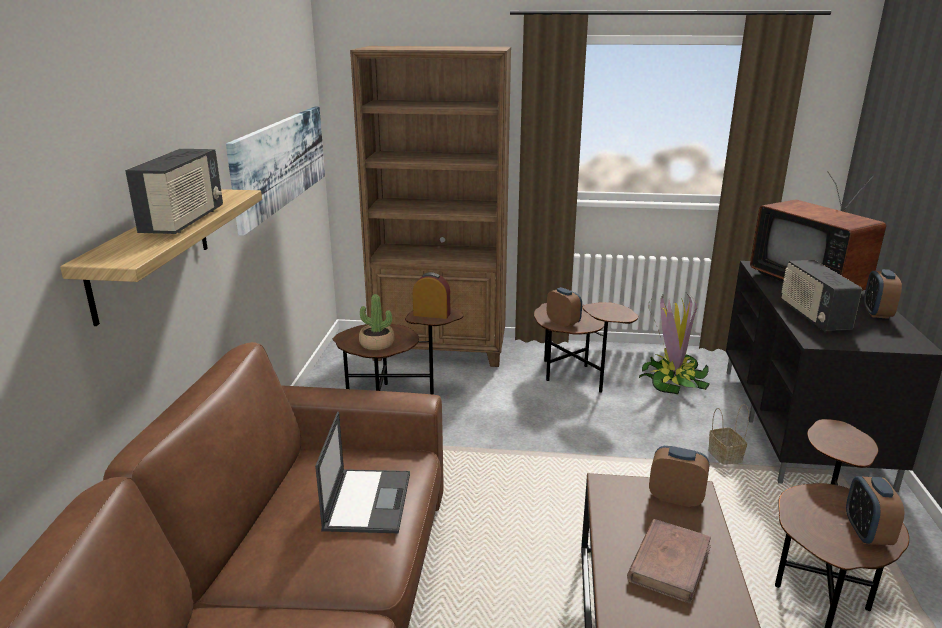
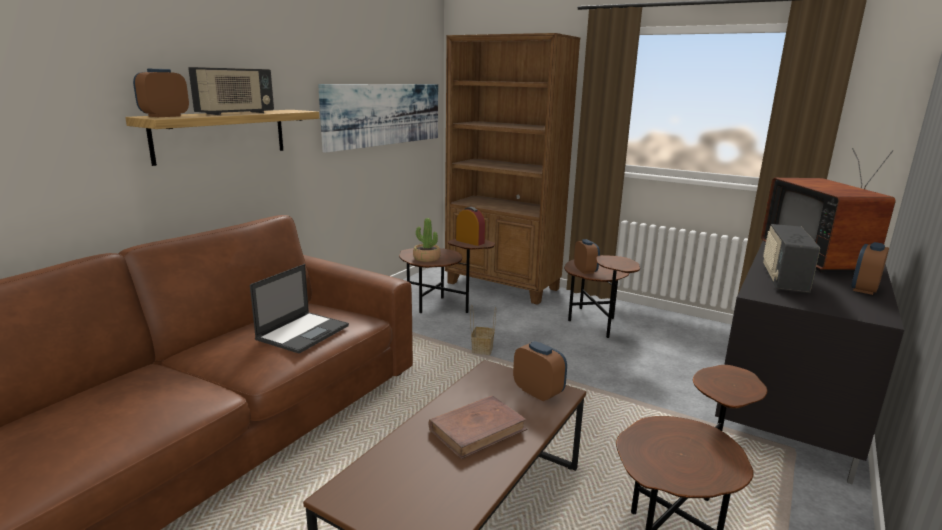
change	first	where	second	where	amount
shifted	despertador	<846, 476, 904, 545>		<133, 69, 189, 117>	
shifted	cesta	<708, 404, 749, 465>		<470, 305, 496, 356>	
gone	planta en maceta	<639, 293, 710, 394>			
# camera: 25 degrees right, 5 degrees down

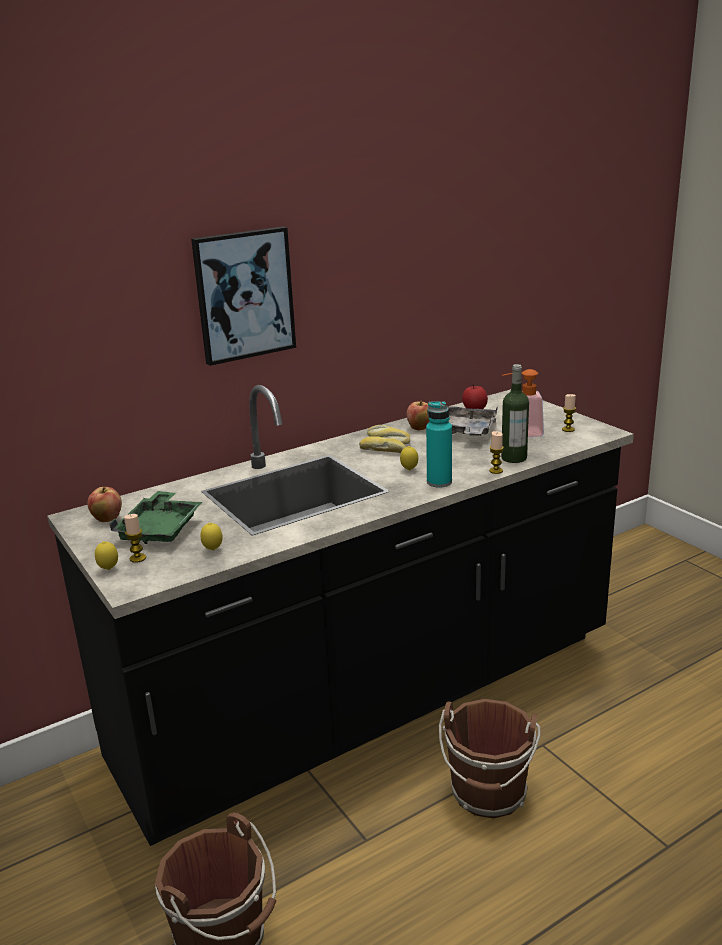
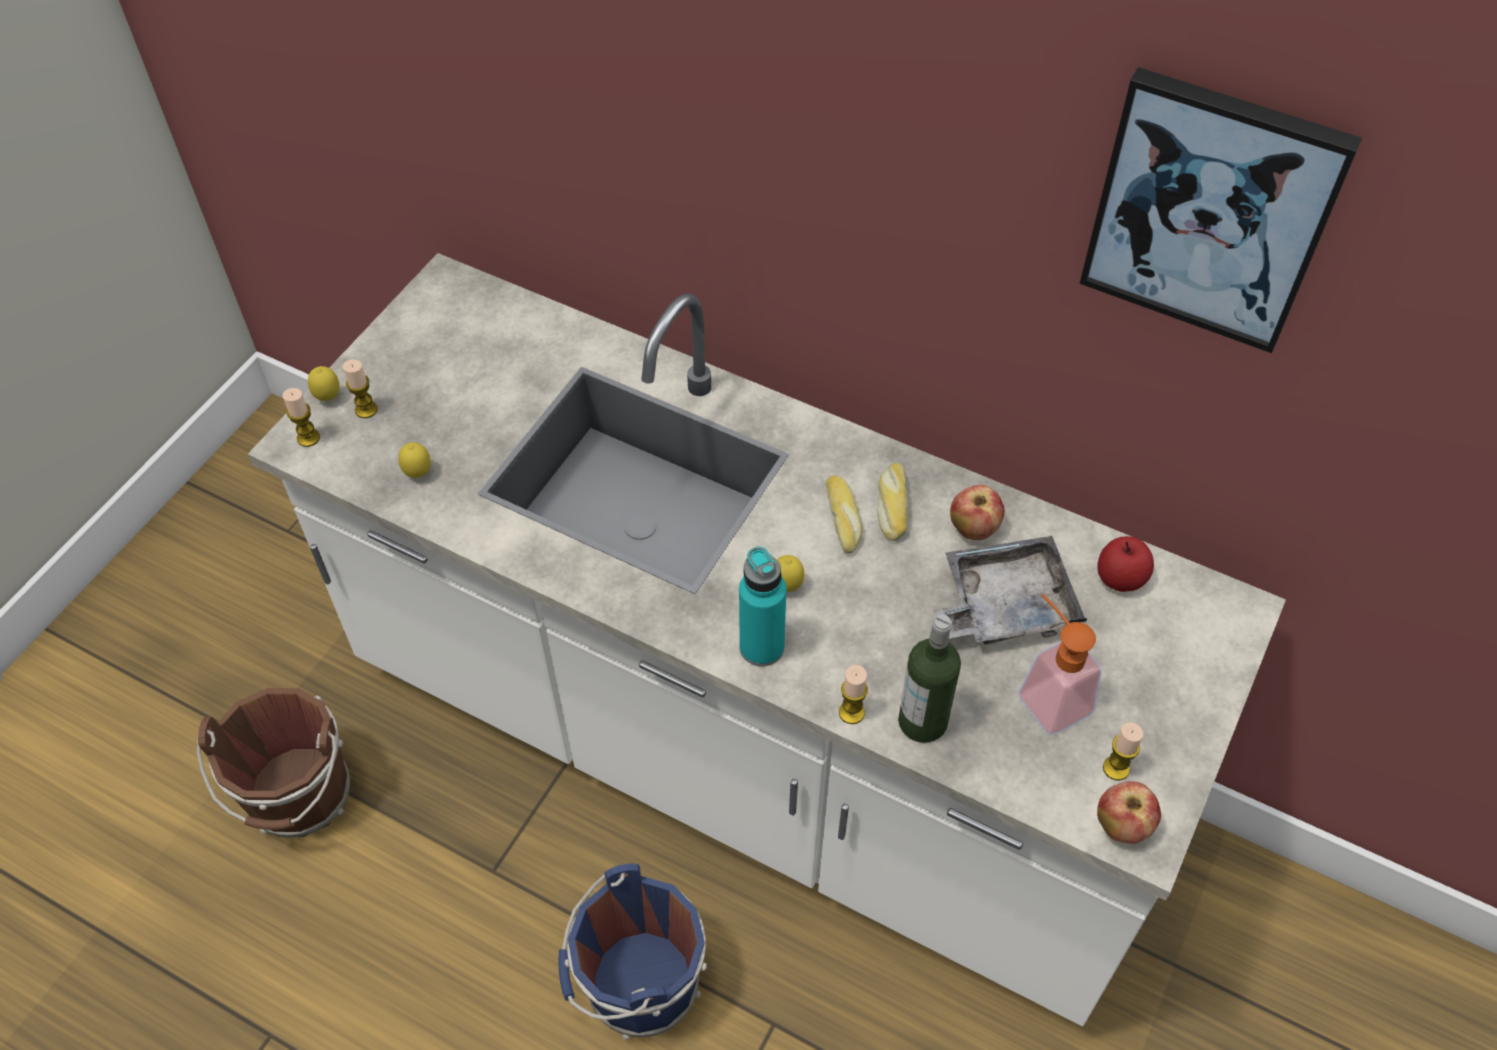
change	first	where	second	where	amount
repainted	mueble bajo de cocina [negro]	<47, 385, 634, 846>	mueble bajo de cocina [blanco]	<248, 253, 1286, 1026>	
new			vela	<282, 388, 320, 447>	
repainted	cubo [marrón]	<439, 699, 540, 819>	cubo [azul]	<558, 863, 707, 1040>	
shifted	cuadro	<191, 226, 296, 366>		<1079, 67, 1362, 353>	
shifted	manzana	<87, 487, 122, 522>		<1097, 781, 1161, 844>	
gone	bandeja [verde]	<109, 491, 202, 544>			
# camera: 60 degrees right, 30 degrees up

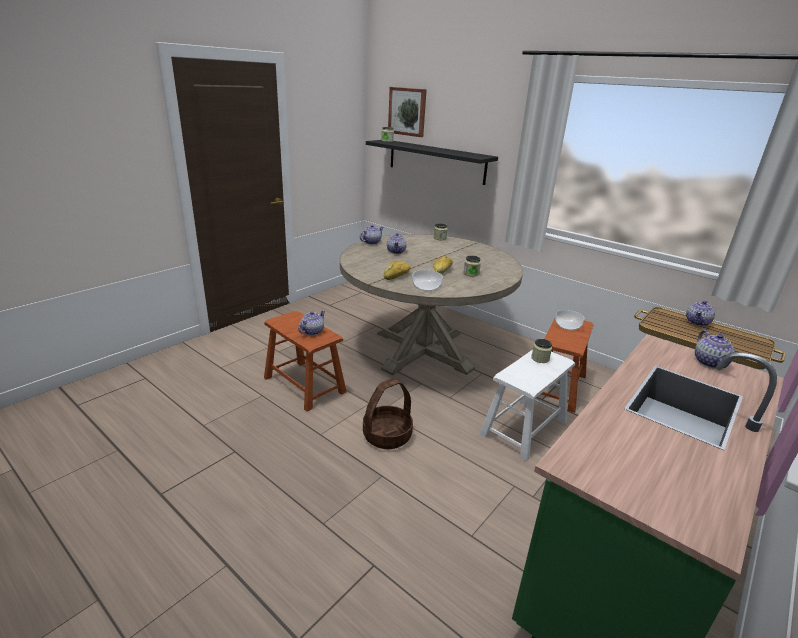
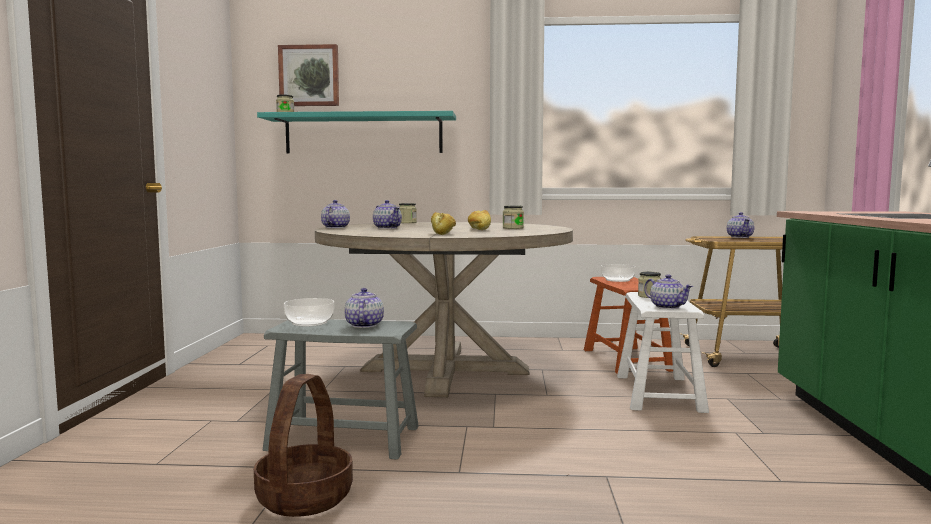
change	first	where	second	where	amount
shifted	cesta	<363, 378, 413, 449>		<254, 374, 353, 517>	
repainted	estante [negro]	<366, 140, 498, 185>	estante [turquesa]	<257, 111, 456, 153>	
repainted	taburete [marrón]	<264, 311, 347, 412>	taburete [gris]	<263, 319, 419, 460>	
shifted	cuenco	<412, 270, 443, 291>		<284, 298, 334, 326>	
shifted	tetera	<695, 330, 735, 369>		<644, 274, 693, 309>	
# camera: 35 degrees left, 20 degrees down

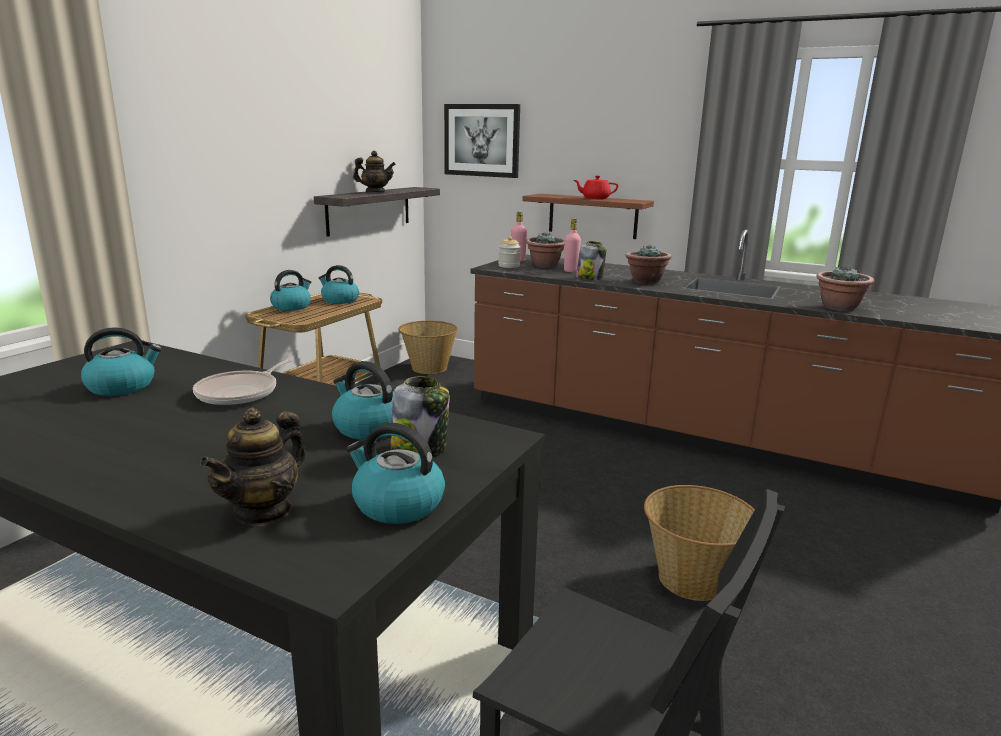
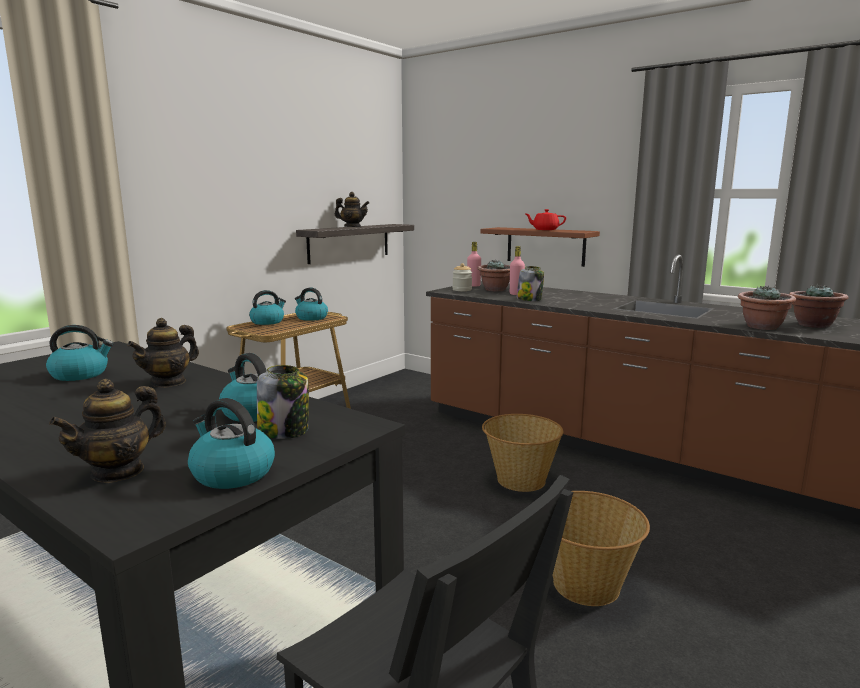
change	first	where	second	where	amount
swapped	sartén	<193, 359, 293, 406>	tetera	<127, 318, 199, 388>	
shifted	cesta	<398, 321, 458, 374>		<482, 414, 563, 492>	
shifted	planta en maceta	<626, 244, 672, 284>		<789, 284, 848, 328>	
gone	cuadro	<444, 104, 520, 178>			
# camera: 10 degrees right, 5 degrees down

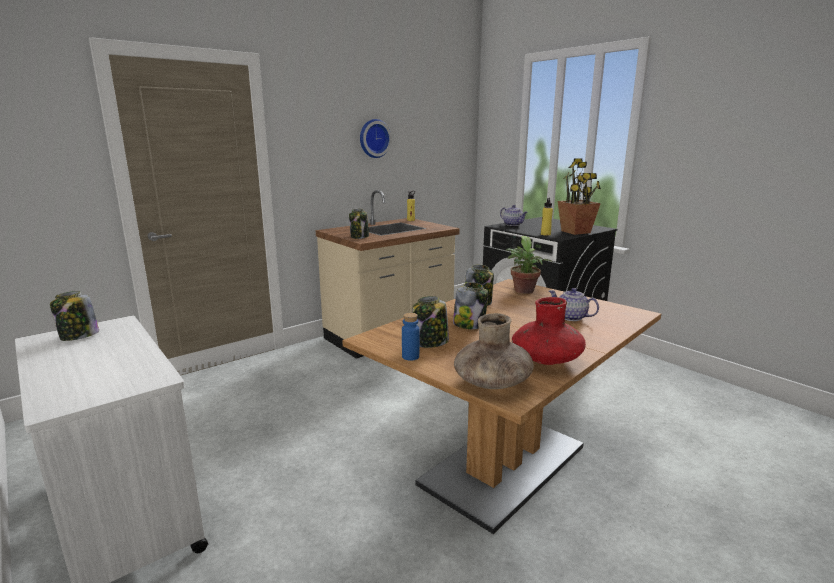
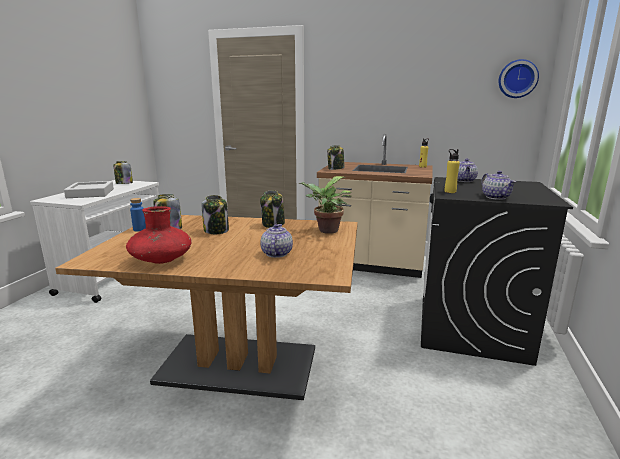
change	first	where	second	where	amount
new			bandeja [gris]	<64, 181, 114, 198>	
swapped	planta en maceta	<558, 158, 601, 235>	tetera	<481, 171, 516, 200>	
shifted	reloj de pared	<360, 119, 392, 158>		<499, 59, 539, 98>	
gone	florero [marrón]	<454, 313, 534, 389>			
# camera: 55 degrees right, 0 degrees up

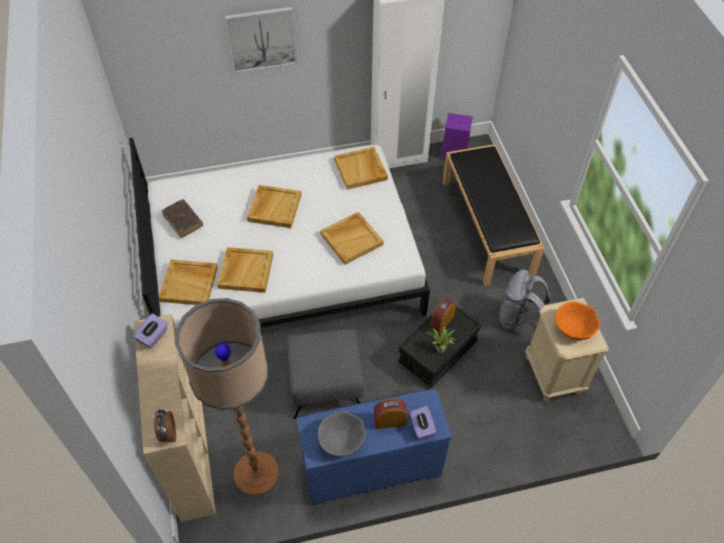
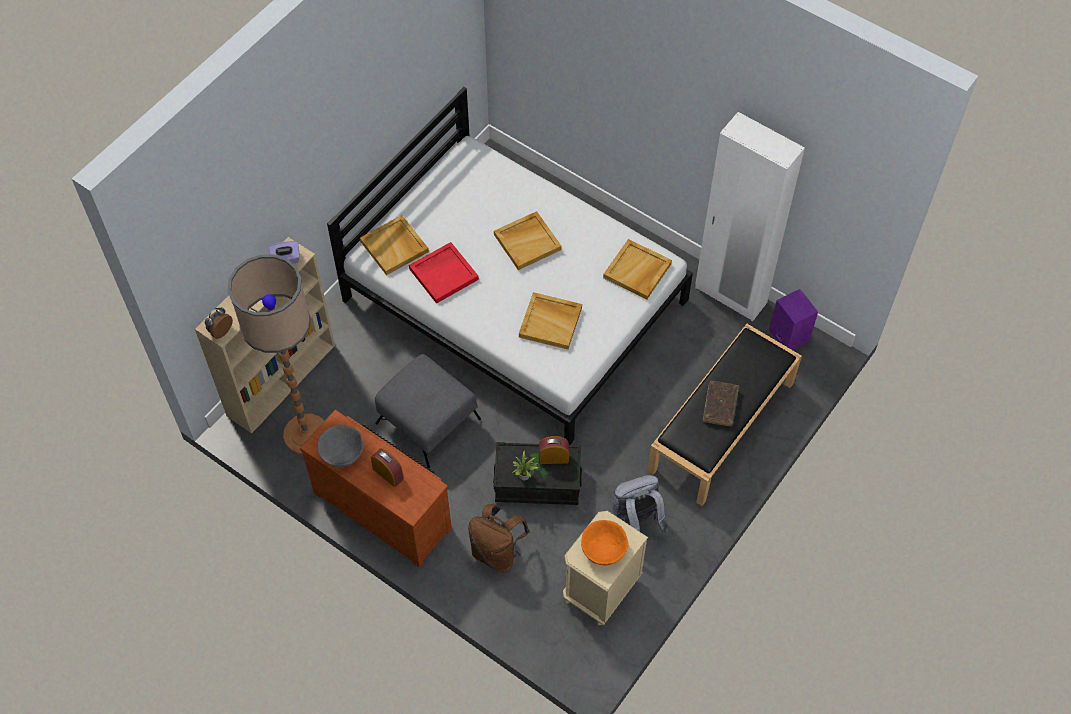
change	first	where	second	where	amount
repainted	cómoda [azul]	<296, 389, 452, 506>	cómoda [marrón]	<300, 410, 452, 567>	
repainted	bandeja [beis]	<217, 247, 273, 293>	bandeja [rojo]	<409, 242, 479, 304>	
new			mochila [marrón]	<468, 504, 530, 573>	
shifted	libro [marrón]	<162, 199, 203, 238>		<703, 381, 739, 426>	
gone	cuadro	<225, 7, 297, 73>			
gone	caja de pañuelos [morado]	<410, 406, 436, 440>			
# camera: 50 degrees right, 5 degrees up

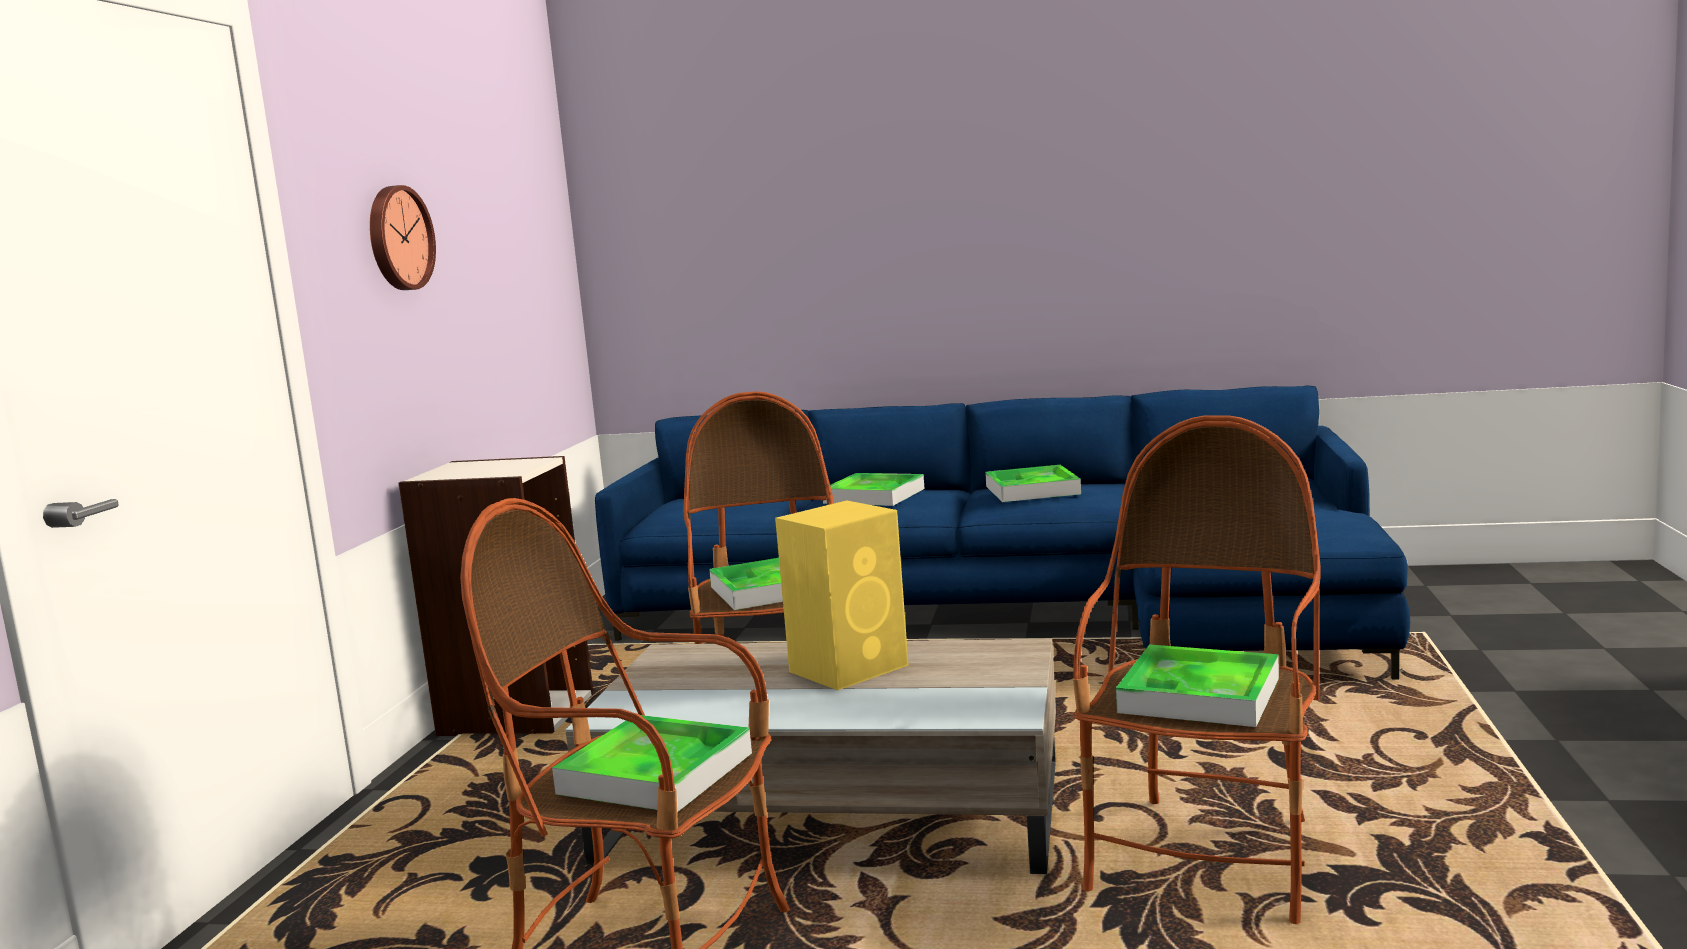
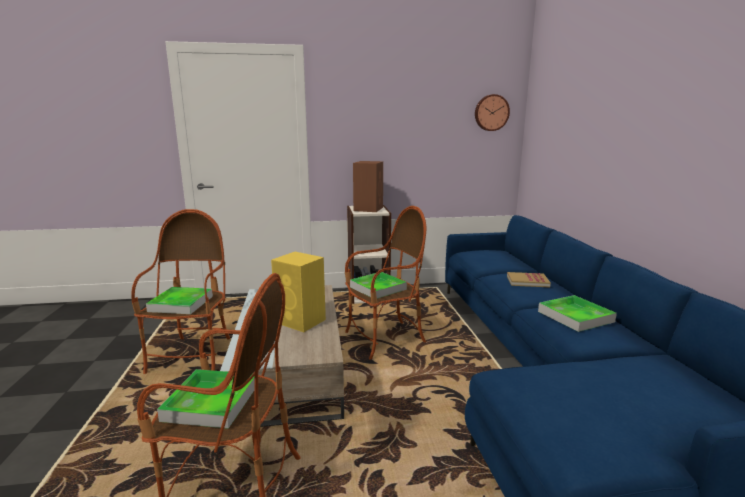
change	first	where	second	where	amount
new			altavoz [marrón]	<353, 161, 383, 212>	
shifted	reloj de pared	<370, 185, 436, 290>		<475, 94, 510, 131>	
swapped	bandeja	<823, 473, 925, 506>	libro	<507, 272, 551, 288>	
# camera: 70 degrees right, 5 degrees up

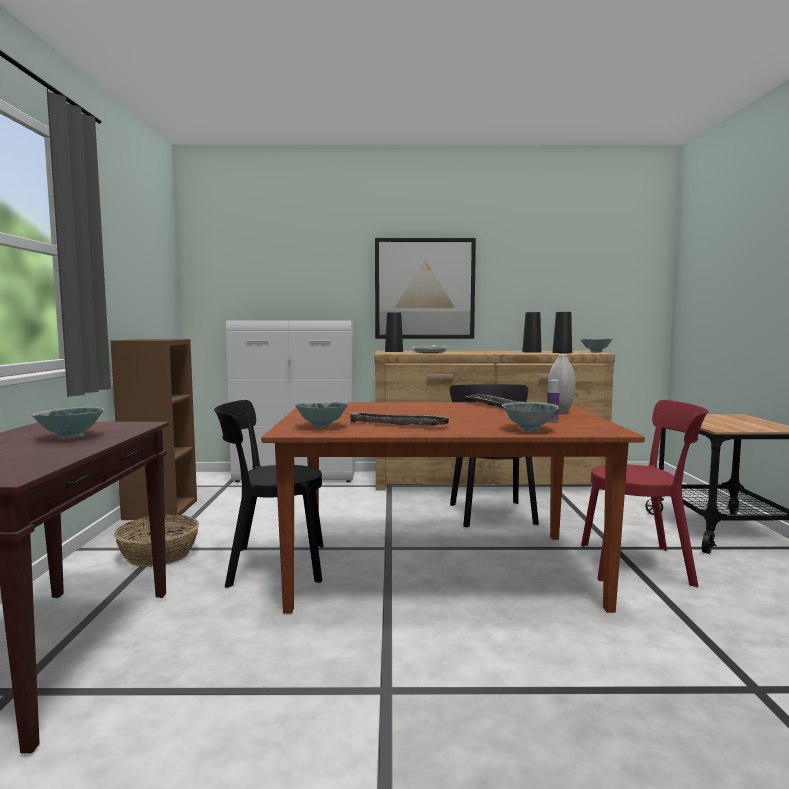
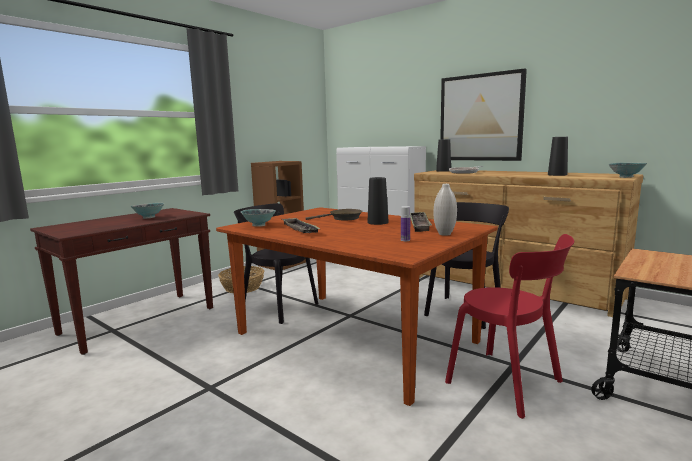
change	first	where	second	where	amount
new			sartén [marrón]	<305, 209, 363, 220>	
shifted	florero [negro]	<552, 312, 572, 353>		<367, 177, 389, 225>	
gone	cuenco	<502, 402, 559, 432>			
# camera: 40 degrees right, 5 degrees up

